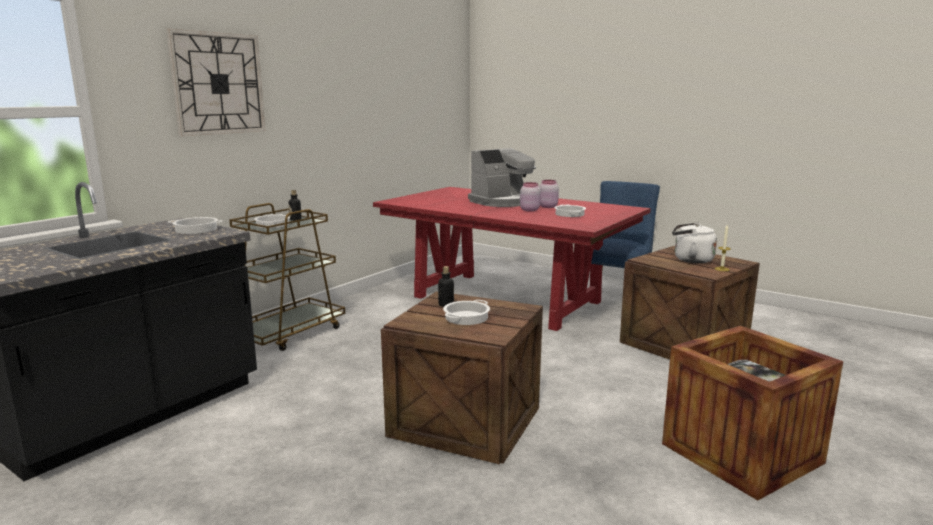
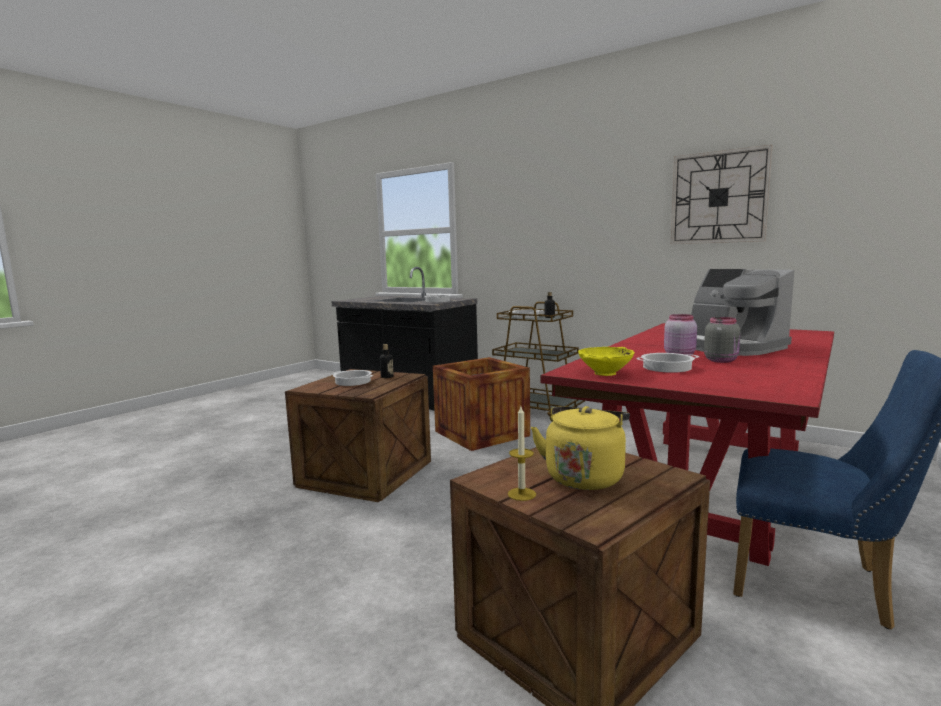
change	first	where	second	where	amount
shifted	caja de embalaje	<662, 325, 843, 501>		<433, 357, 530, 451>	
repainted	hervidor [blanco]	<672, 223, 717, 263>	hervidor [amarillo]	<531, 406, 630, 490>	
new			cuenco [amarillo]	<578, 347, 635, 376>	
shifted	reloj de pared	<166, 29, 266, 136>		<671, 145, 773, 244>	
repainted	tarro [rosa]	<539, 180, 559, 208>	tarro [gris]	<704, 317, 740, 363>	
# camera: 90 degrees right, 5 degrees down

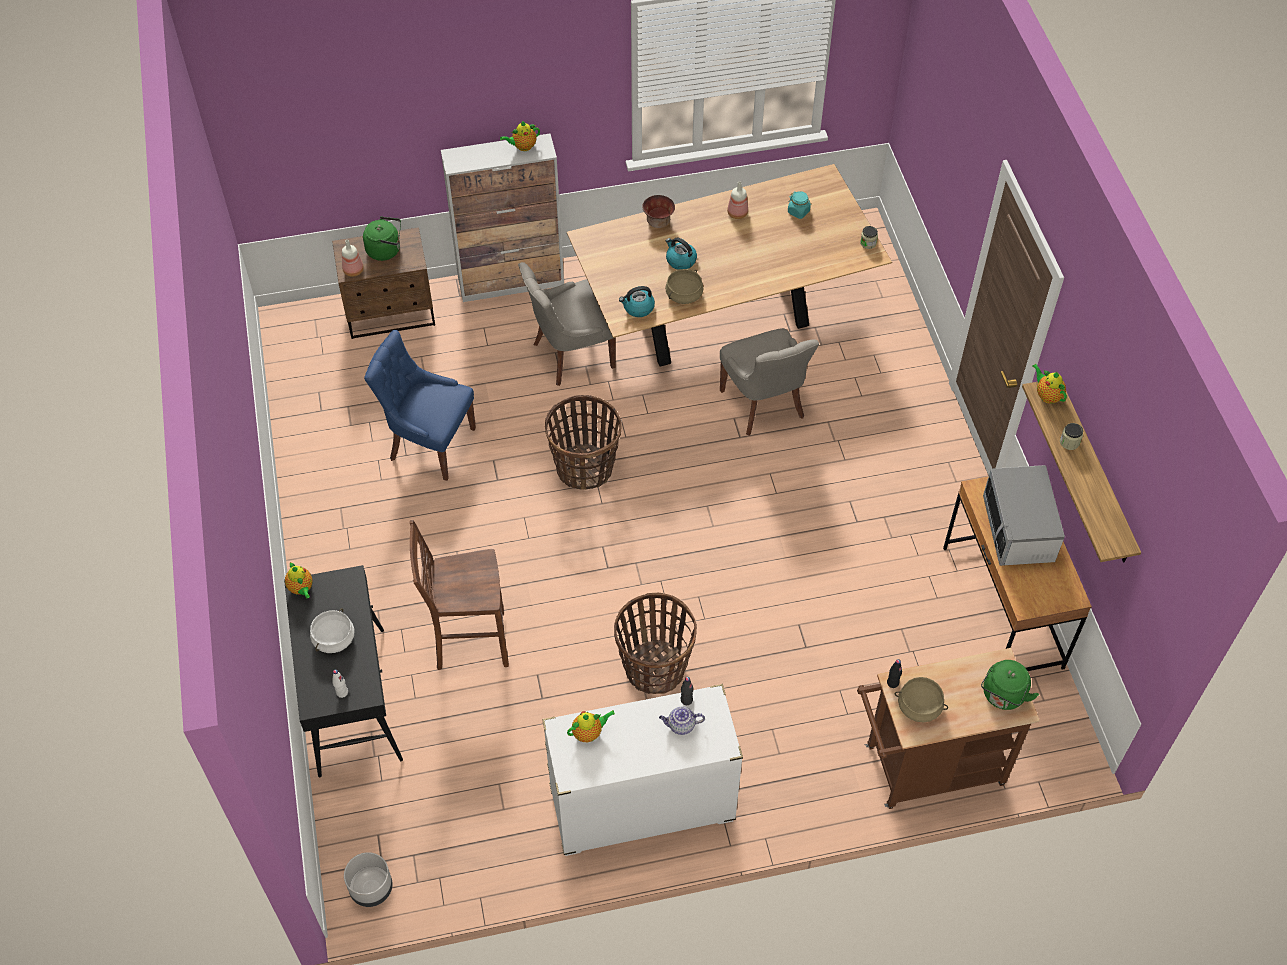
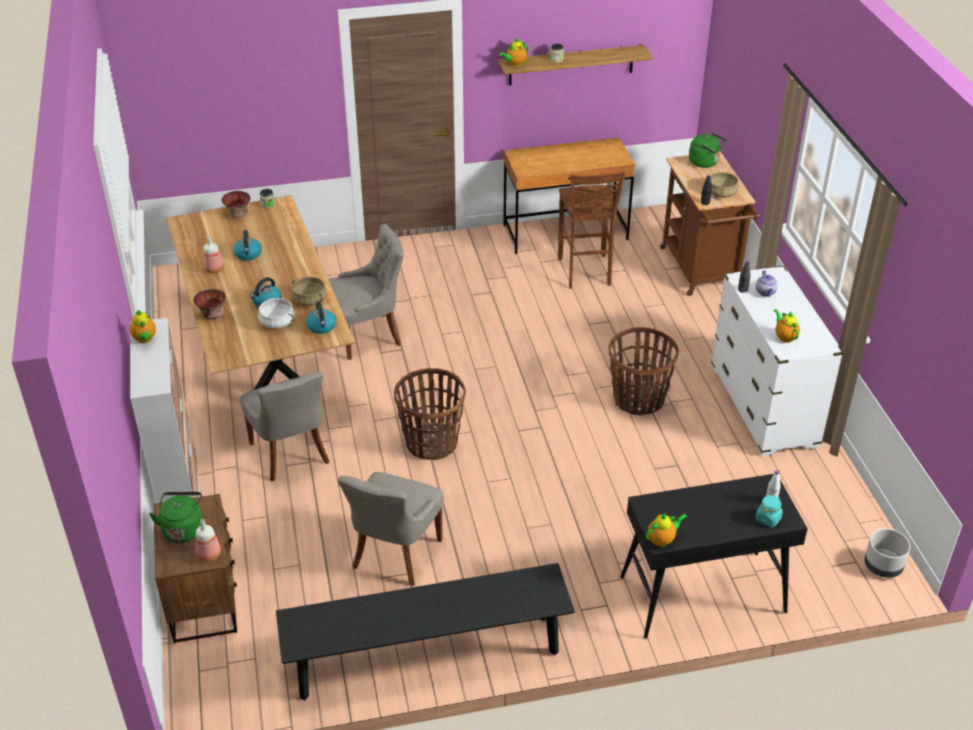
change	first	where	second	where	amount
new			cuenco	<221, 191, 251, 218>	
new			hervidor	<233, 230, 262, 261>	
shifted	olla [blanco]	<310, 608, 355, 653>		<257, 298, 295, 328>	
new			banco [negro]	<276, 563, 575, 700>	
repainted	silla [azul]	<364, 330, 476, 481>	silla [gris]	<338, 472, 443, 586>	
shifted	taburete [marrón]	<410, 520, 509, 670>		<558, 171, 626, 289>	
shifted	tarro [turquesa]	<788, 191, 811, 219>		<755, 495, 783, 527>	
gone	microondas	<983, 465, 1065, 566>			
# camera: 90 degrees left, 15 degrees down

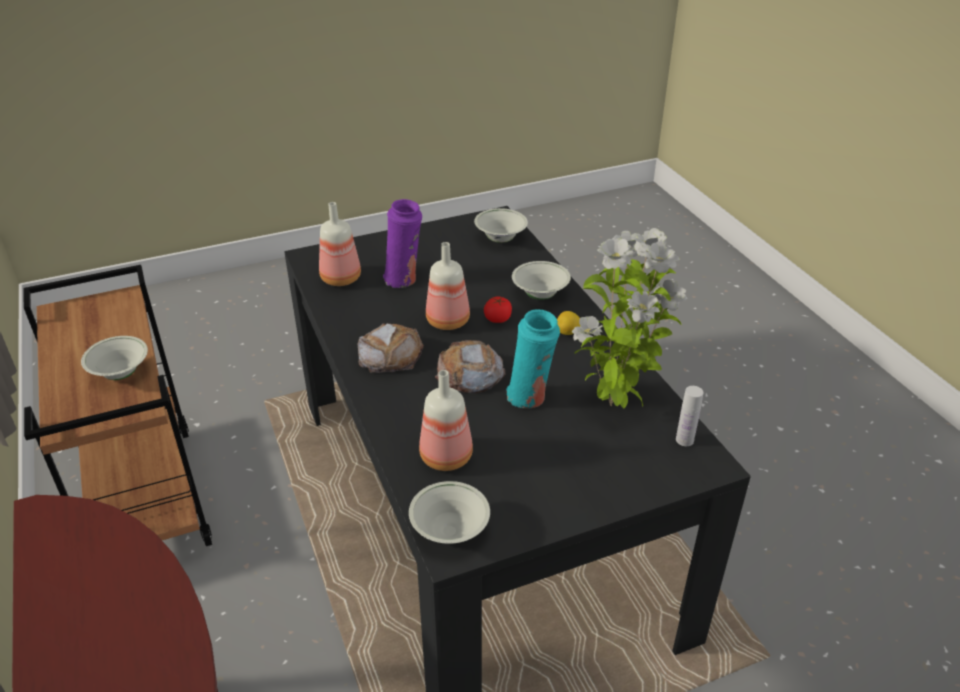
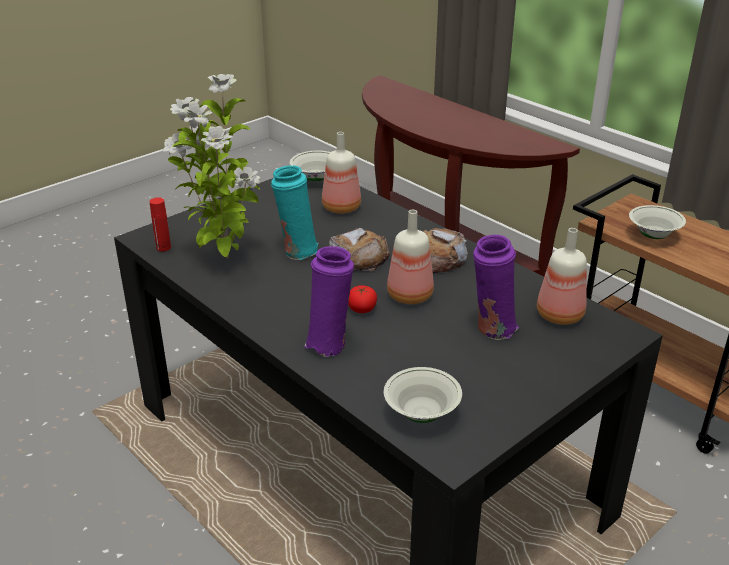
change	first	where	second	where	amount
repainted	botella [blanco]	<676, 386, 704, 446>	botella [rojo]	<149, 197, 171, 251>	
swapped	cuenco [blanco]	<512, 261, 571, 300>	florero [morado]	<304, 246, 354, 357>	
gone	limón	<557, 311, 581, 335>			
# camera: 160 degrees right, 5 degrees down

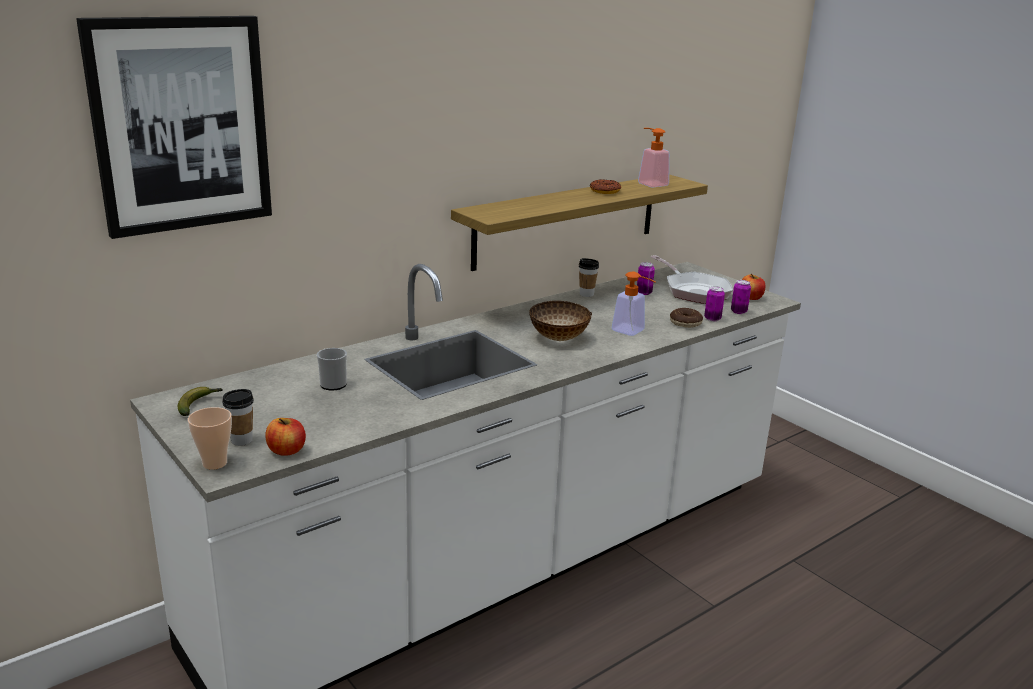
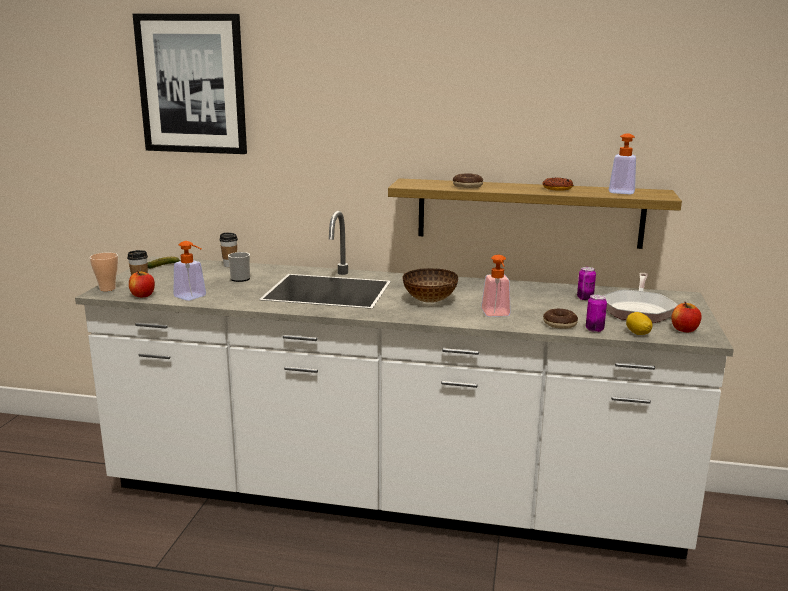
change	first	where	second	where	amount
new			dispensador de jabón	<173, 241, 206, 301>	
shifted	taza	<579, 258, 599, 297>		<219, 232, 238, 267>	
new			rosquilla	<453, 173, 483, 188>	
swapped	lata	<731, 280, 751, 314>	limón	<626, 312, 653, 335>	
# camera: 50 degrees right, 5 degrees down

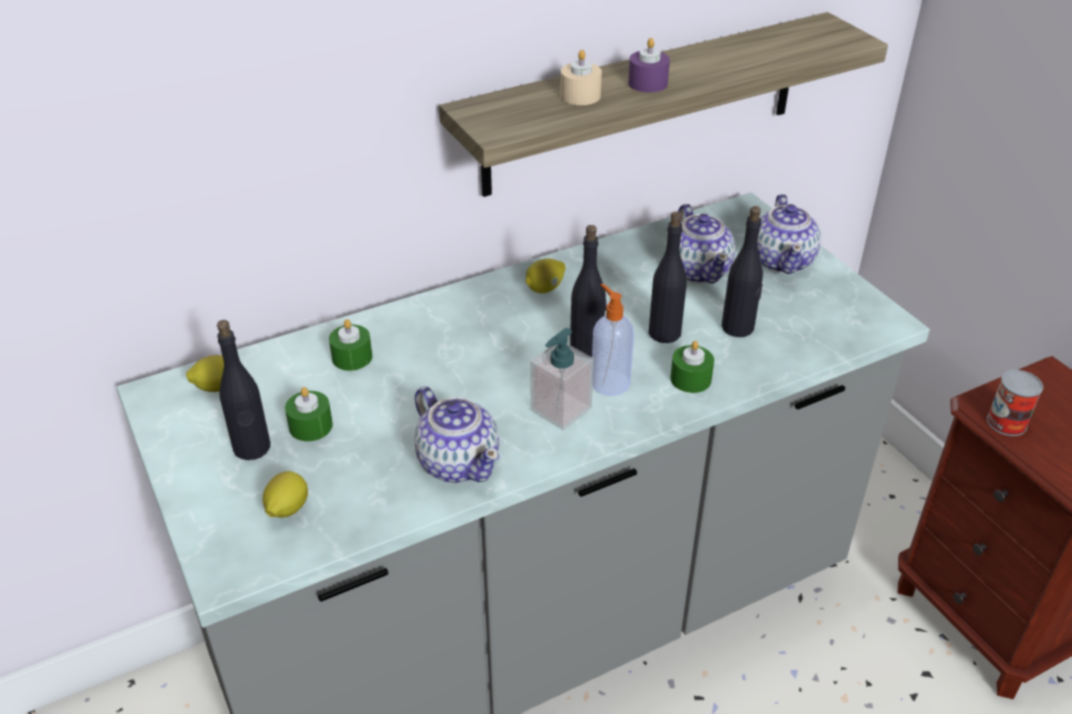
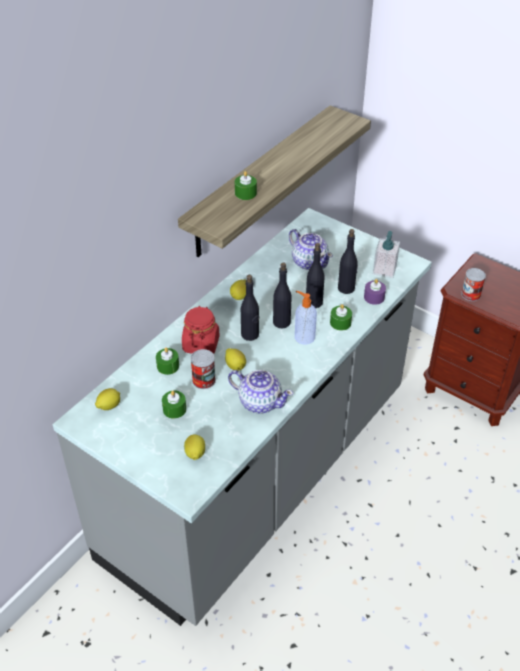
change	first	where	second	where	amount
new			tarro [rojo]	<182, 306, 219, 354>	
new			lata	<190, 349, 216, 389>	
new			limón	<225, 348, 246, 370>	
repainted	vela [beis]	<560, 50, 602, 105>	vela [verde]	<235, 171, 257, 200>	
shifted	botella [negro]	<217, 320, 270, 460>		<241, 275, 259, 341>	
shifted	vela [morado]	<628, 38, 670, 93>		<364, 279, 386, 305>	
shifted	dispensador de jabón	<530, 328, 594, 430>		<373, 231, 400, 278>	
gone	tetera	<757, 194, 821, 274>			
# camera: 25 degrees left, 5 degrees up

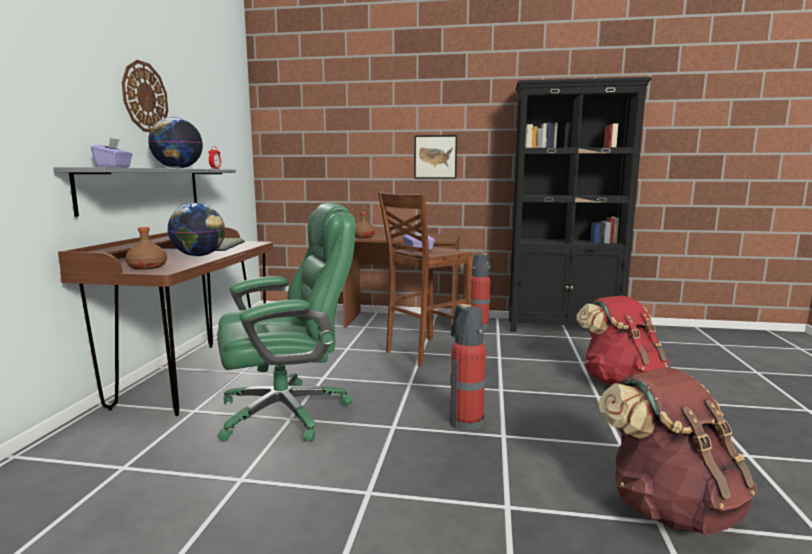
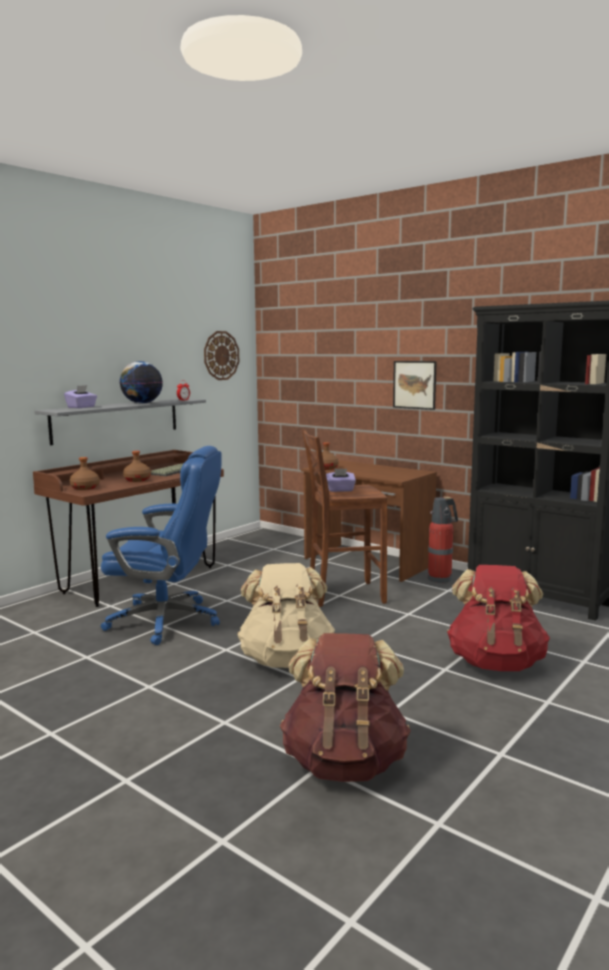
change	first	where	second	where	amount
repainted	silla de oficina [verde]	<217, 203, 355, 442>	silla de oficina [azul]	<101, 446, 222, 645>	
swapped	globo terráqueo	<167, 203, 225, 256>	botella [marrón]	<123, 451, 151, 482>	
shifted	reloj de pared	<122, 60, 168, 132>		<204, 331, 239, 380>	
swapped	extintor	<449, 304, 486, 430>	mochila [beis]	<237, 563, 335, 668>	
# camera: 30 degrees right, 0 degrees up

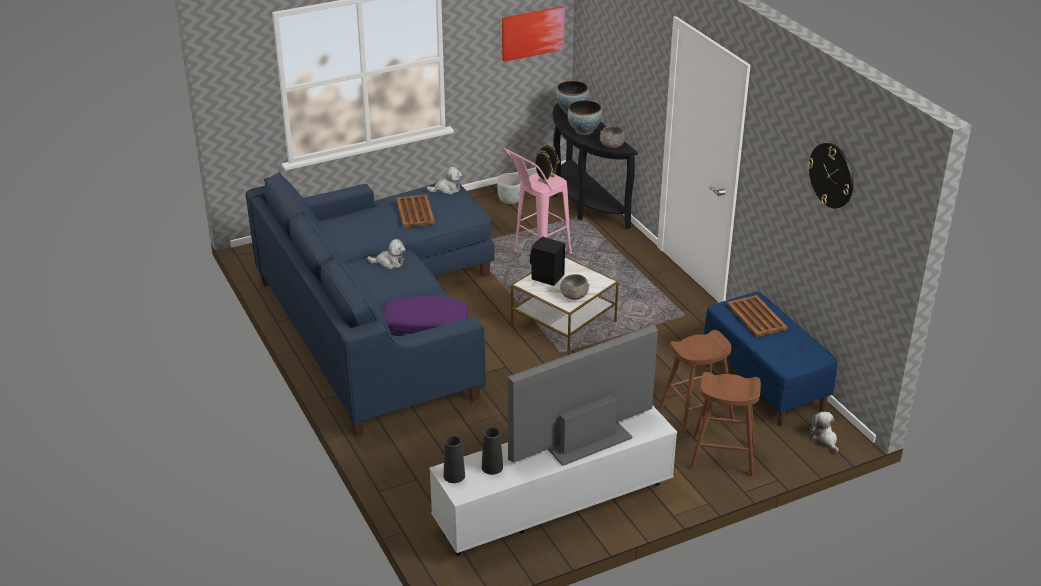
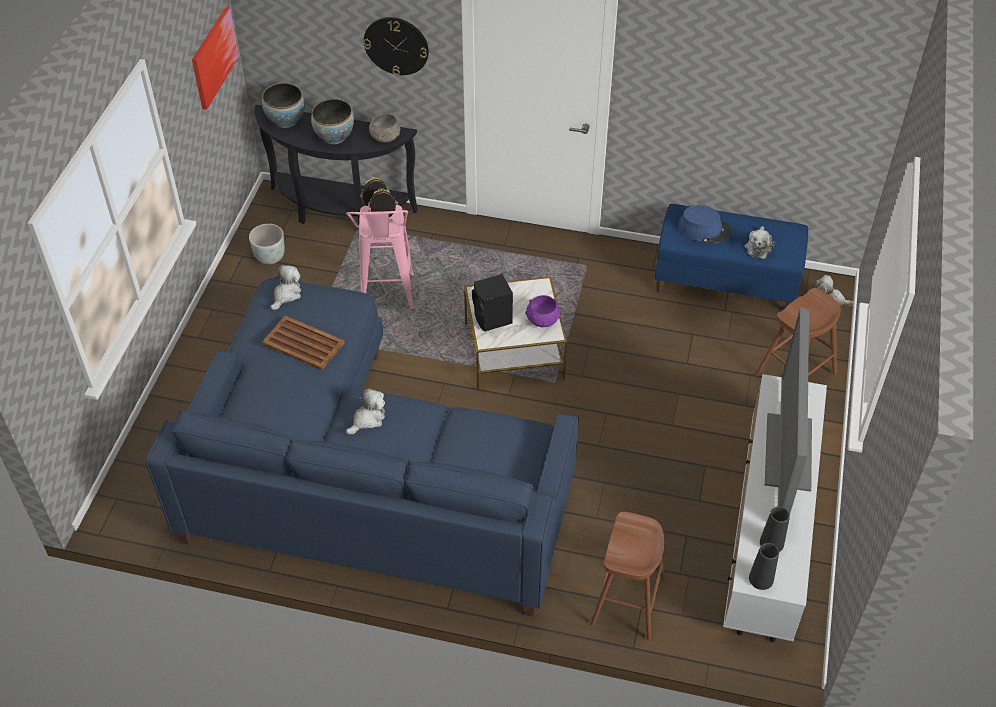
change	first	where	second	where	amount
shifted	reloj de pared	<808, 143, 853, 208>		<363, 17, 429, 76>	
repainted	cuenco [gris]	<560, 274, 589, 300>	cuenco [morado]	<525, 295, 561, 327>	
shifted	taburete [marrón]	<659, 330, 735, 436>		<590, 512, 665, 640>	
swapped	bandeja [marrón]	<727, 295, 788, 337>	sombrero [azul]	<678, 205, 733, 243>	
new			peluche	<744, 226, 775, 259>	
gone	cojín [morado]	<383, 296, 468, 334>			
# camera: 50 degrees left, 15 degrees up

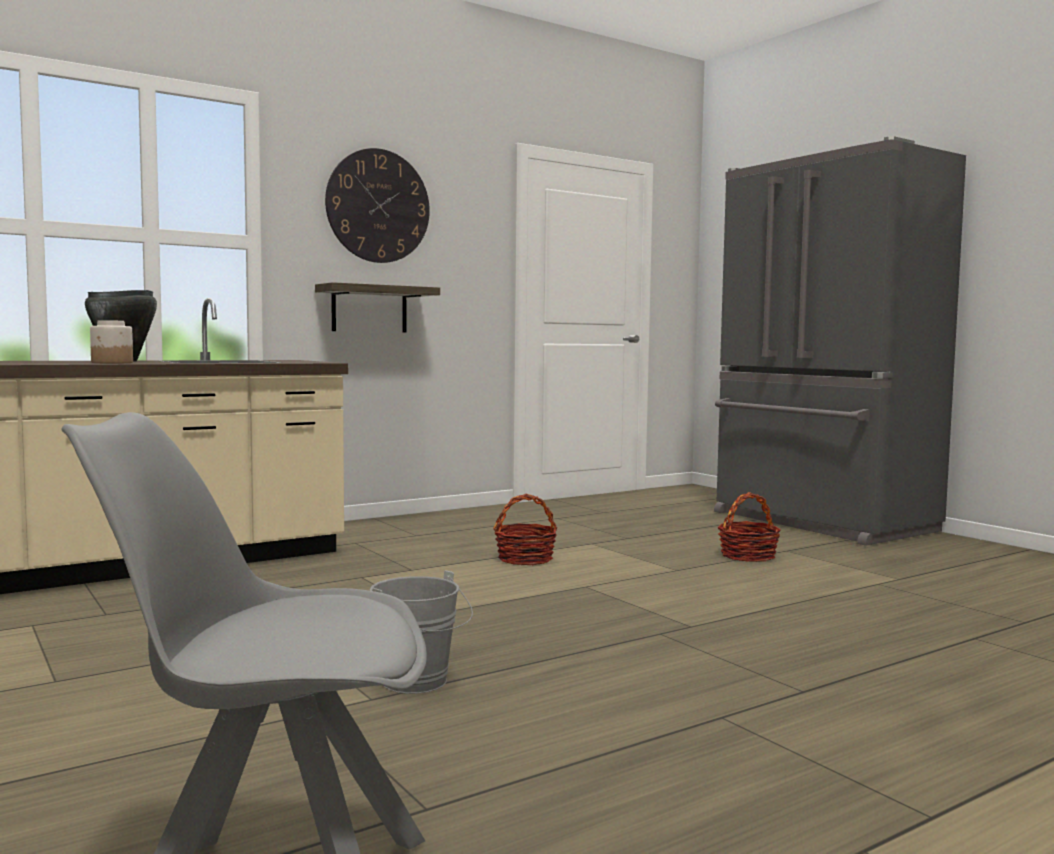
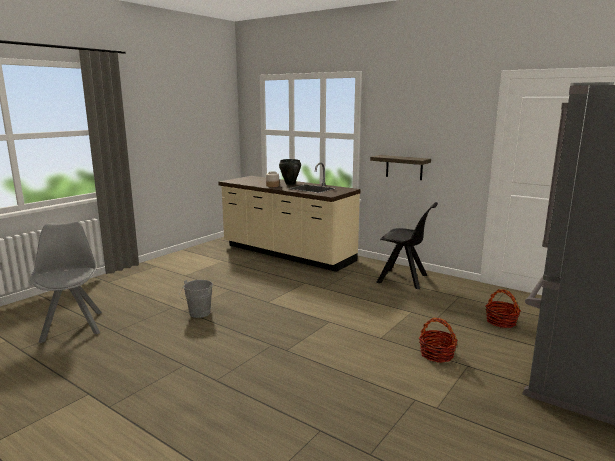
change	first	where	second	where	amount
new			silla [negro]	<377, 202, 438, 289>	
shifted	cesta	<493, 494, 557, 565>		<485, 289, 521, 328>	
gone	reloj de pared	<325, 148, 430, 263>			
# camera: 70 degrees right, 10 degrees up

